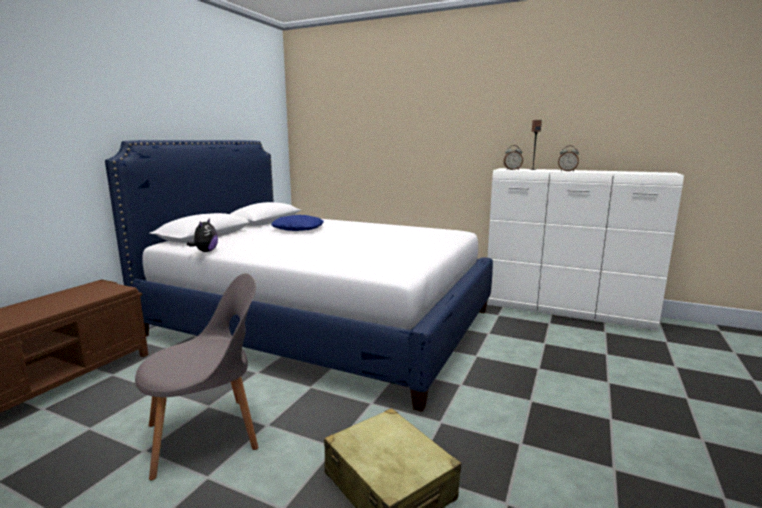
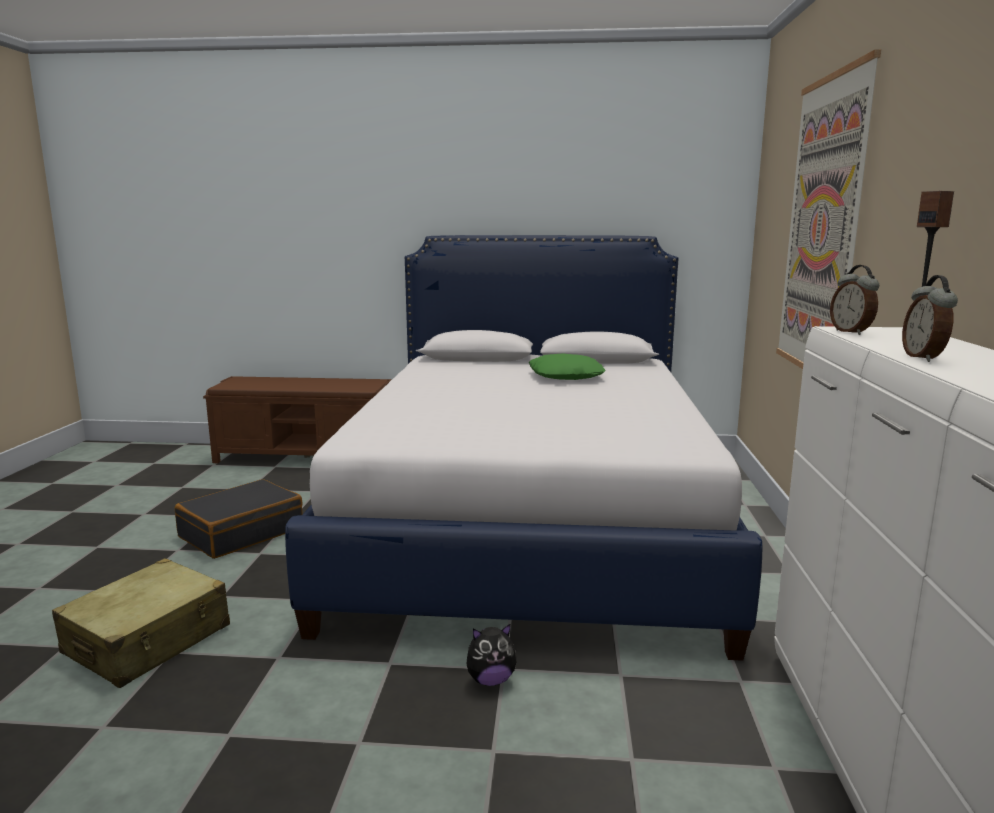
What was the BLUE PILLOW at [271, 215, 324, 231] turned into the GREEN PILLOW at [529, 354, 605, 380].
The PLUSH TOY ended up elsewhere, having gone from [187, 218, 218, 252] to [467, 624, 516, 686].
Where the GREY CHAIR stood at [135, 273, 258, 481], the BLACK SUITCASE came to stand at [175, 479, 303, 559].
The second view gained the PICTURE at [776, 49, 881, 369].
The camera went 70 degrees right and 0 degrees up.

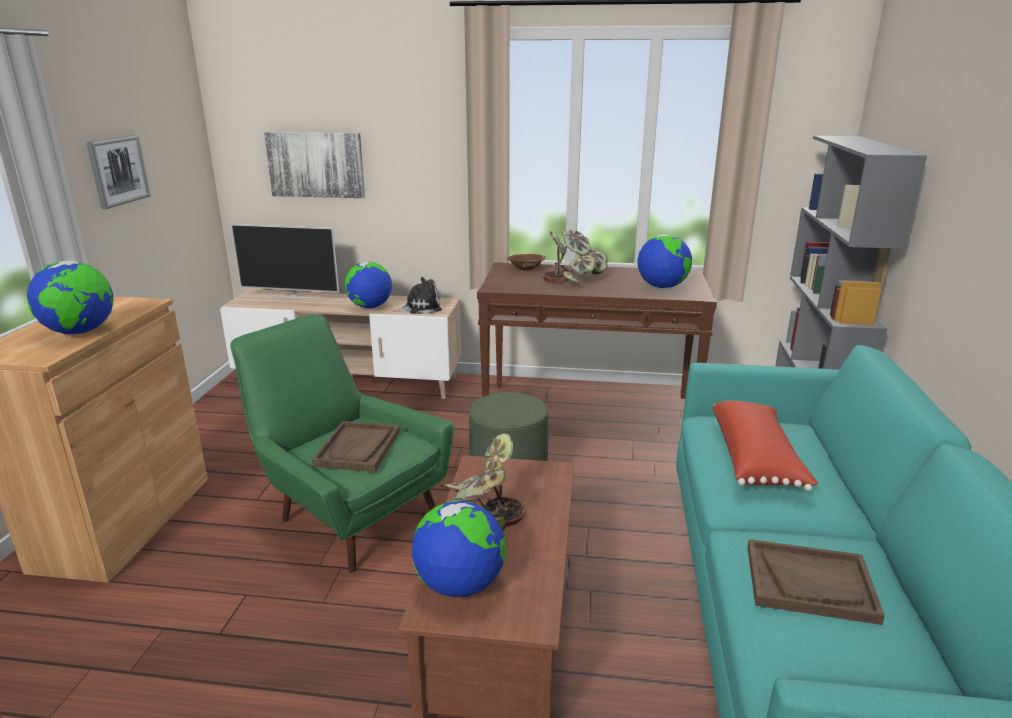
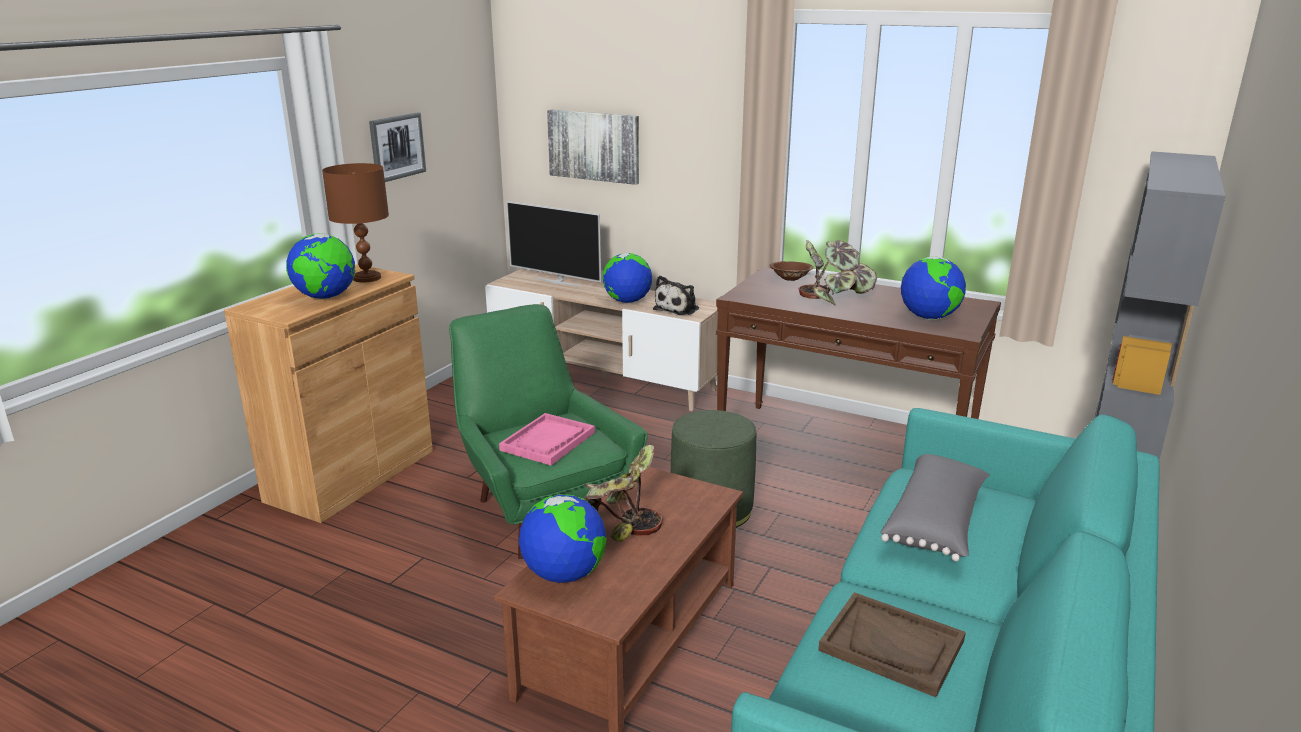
The PLUSH TOY at [393, 277, 442, 314] ended up facing another way, 120 degrees clockwise from before.
What was the RED PILLOW at [712, 401, 818, 491] turned into the GREY PILLOW at [880, 454, 989, 562].
What was the BROWN TRAY at [312, 421, 400, 472] turned into the PINK TRAY at [499, 413, 595, 465].
The second view gained the BROWN TABLE LAMP at [322, 163, 389, 282].
The camera went 20 degrees right and 0 degrees up.

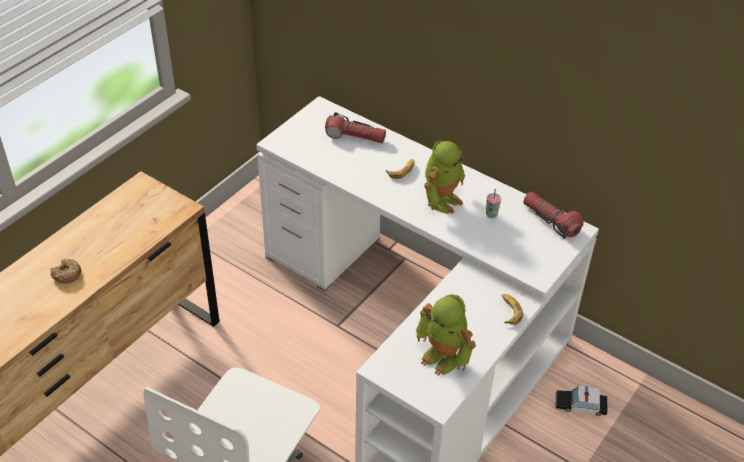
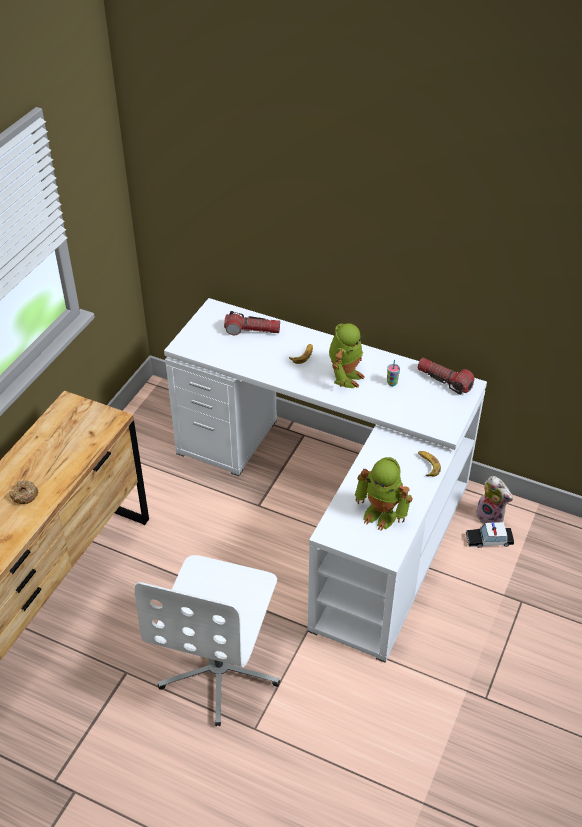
The second view gained the PLUSH TOY at [476, 476, 513, 524].
The camera went 10 degrees left and 0 degrees up.

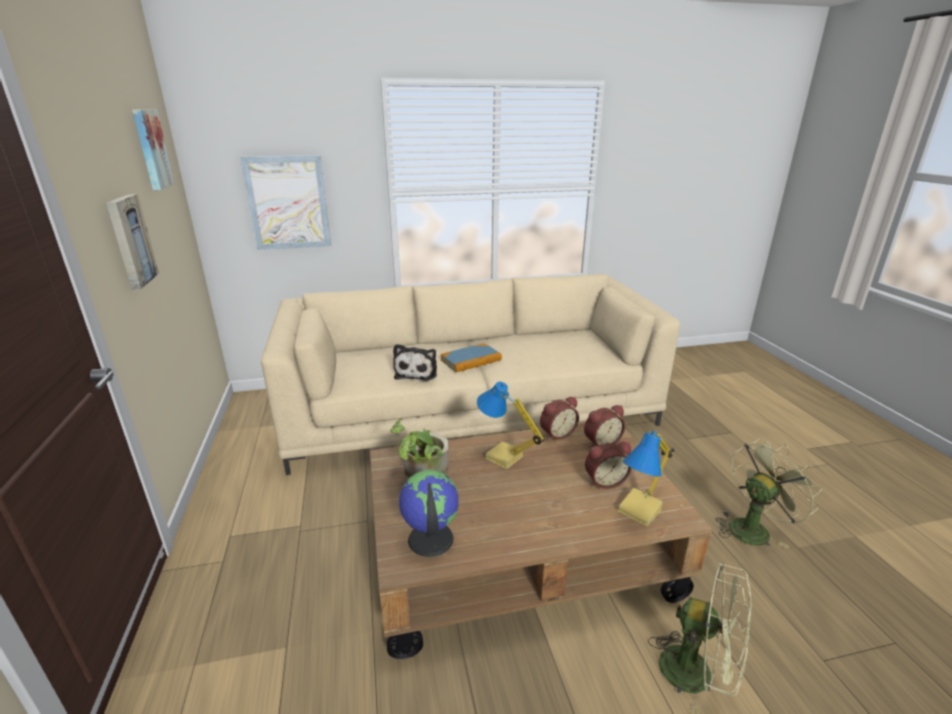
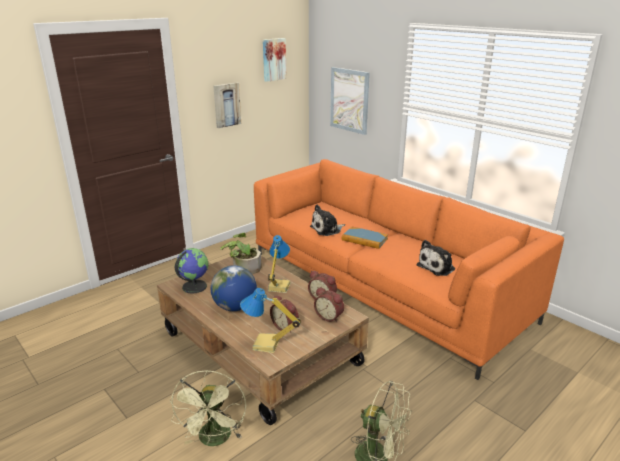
What was the BEIGE SOFA at [261, 274, 680, 475] turned into the ORANGE SOFA at [254, 159, 564, 380].
The second view gained the PLUSH TOY at [416, 240, 455, 276].
The second view gained the GLOBE at [211, 265, 257, 311].
The camera went 60 degrees right and 0 degrees up.

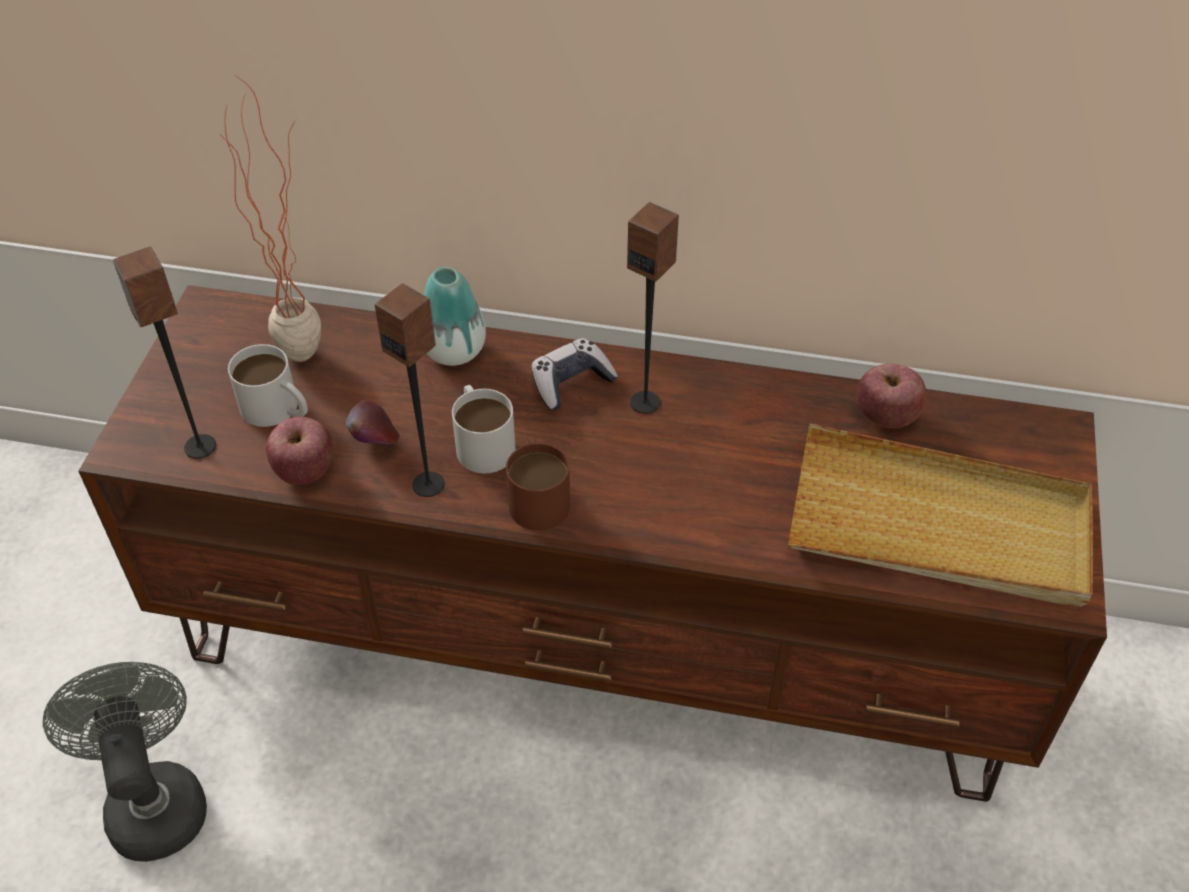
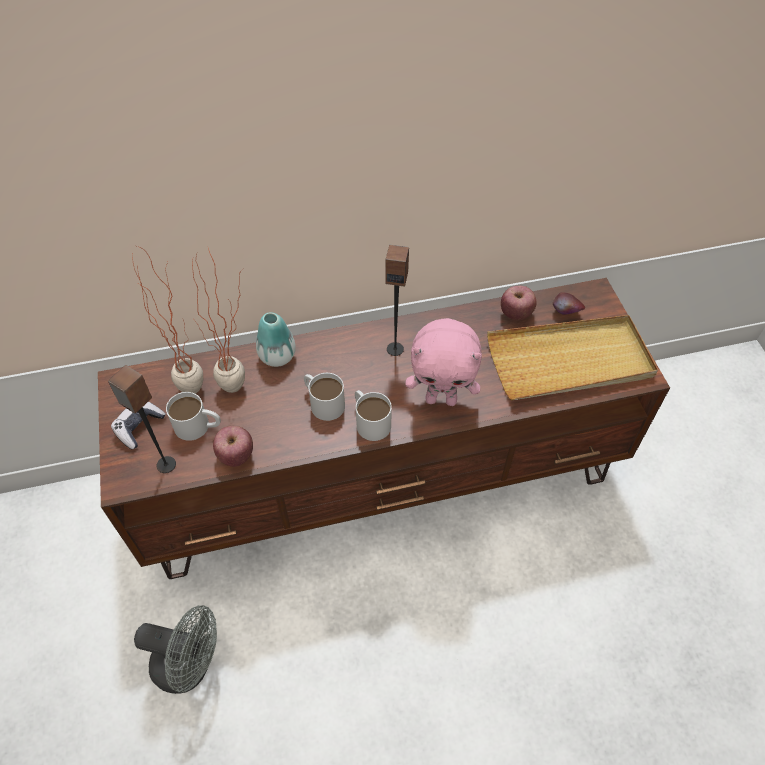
The second view lost the SPEAKER at [375, 283, 445, 497].
The GAME CONTROLLER ended up elsewhere, having gone from [532, 338, 618, 410] to [111, 402, 166, 449].
The APPLE ended up elsewhere, having gone from [346, 400, 399, 445] to [553, 292, 585, 315].
What was the BROWN MUG at [506, 436, 570, 531] turned into the WHITE MUG at [355, 390, 392, 441].
The GREY FAN at [43, 662, 207, 862] ended up facing another way, 150 degrees clockwise from before.
The second view gained the POTTED PLANT at [192, 248, 245, 393].
The second view gained the PINK PLUSH TOY at [405, 318, 482, 406].
The camera went 25 degrees left and 5 degrees up.

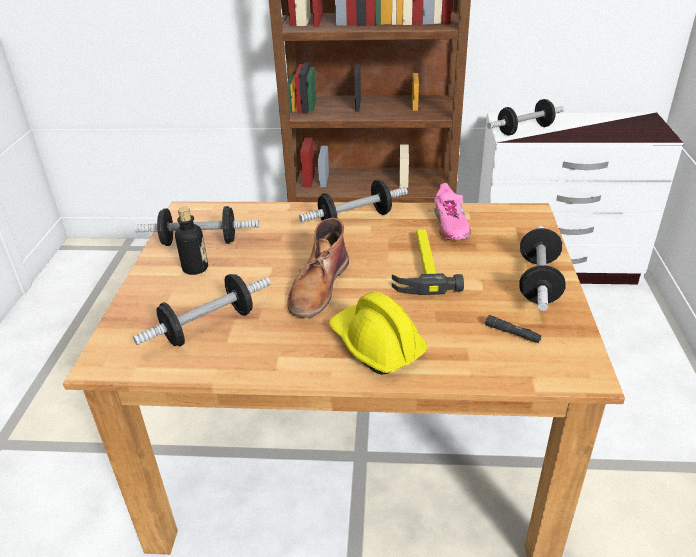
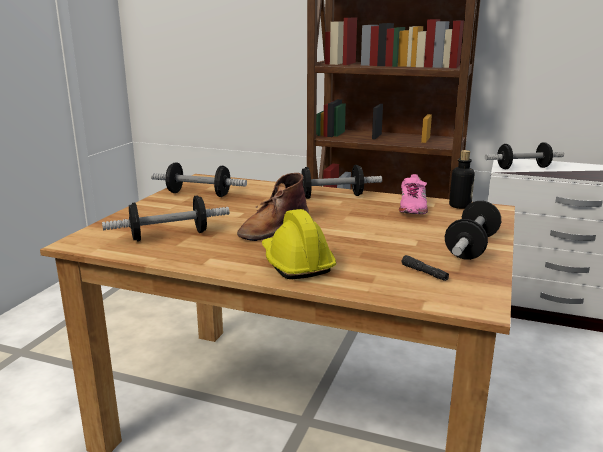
The BOTTLE ended up elsewhere, having gone from [175, 207, 208, 275] to [449, 150, 475, 209].
The second view lost the HAMMER at [392, 229, 464, 295].
The camera went 15 degrees right and 15 degrees down.

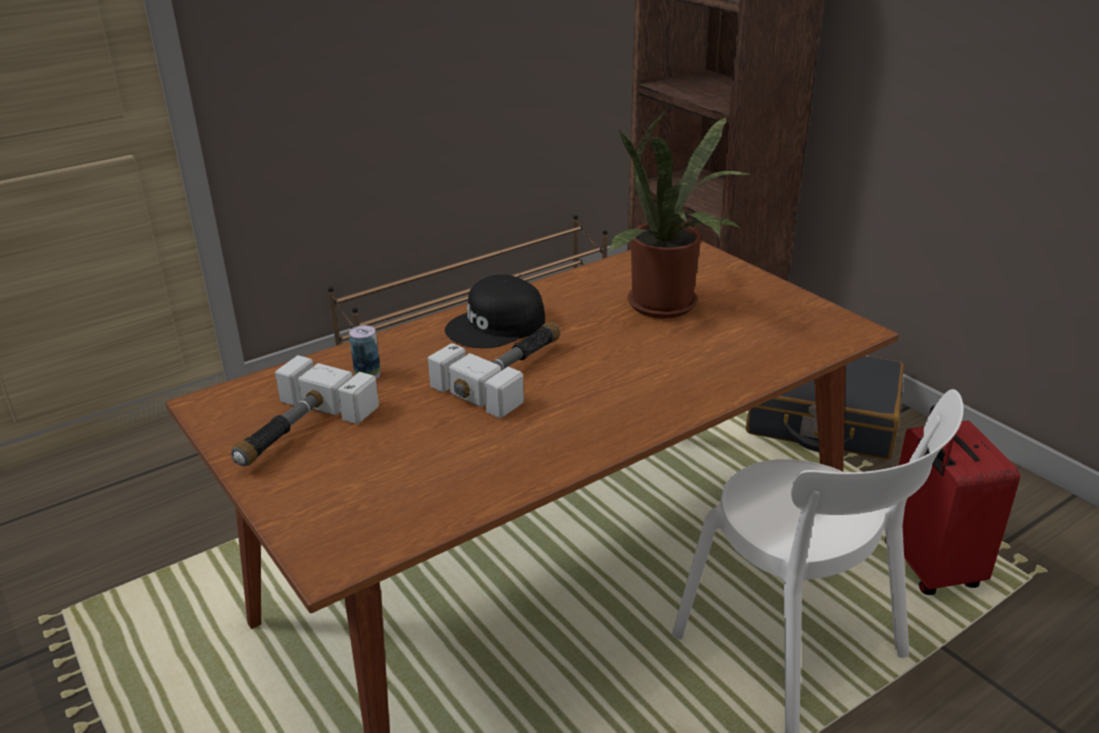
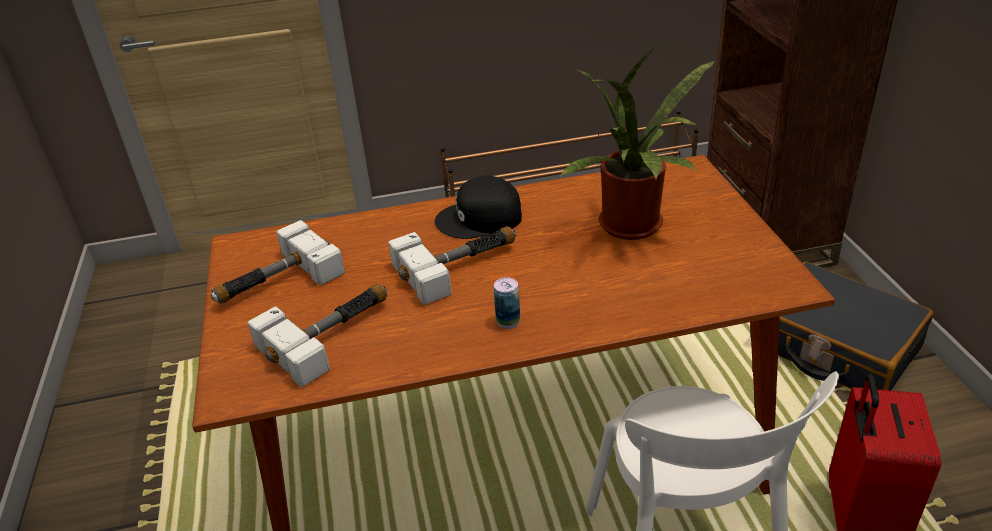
The CAN ended up elsewhere, having gone from [349, 325, 381, 379] to [494, 277, 520, 329].
The second view gained the HAMMER at [248, 284, 387, 387].
The camera went 25 degrees right and 5 degrees up.

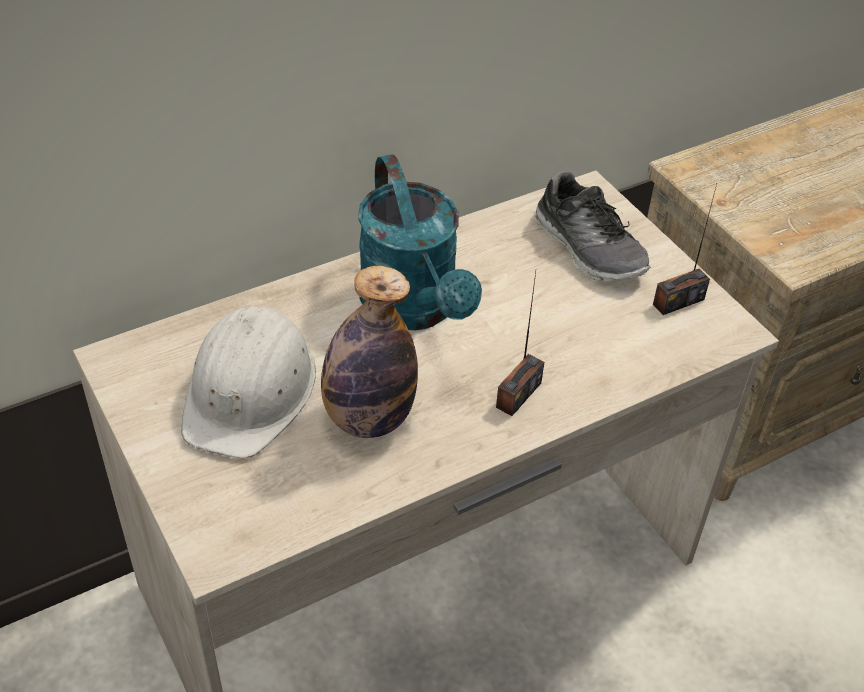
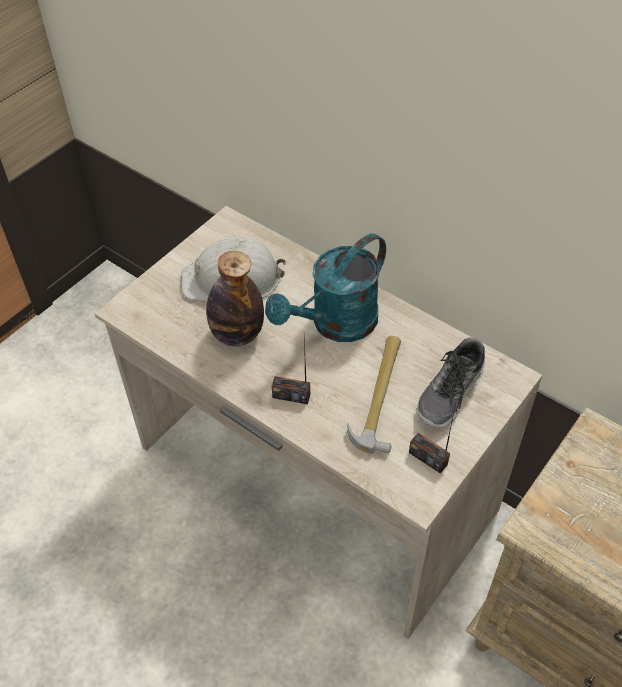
The second view gained the HAMMER at [347, 336, 401, 454].
The camera went 70 degrees right and 5 degrees up.

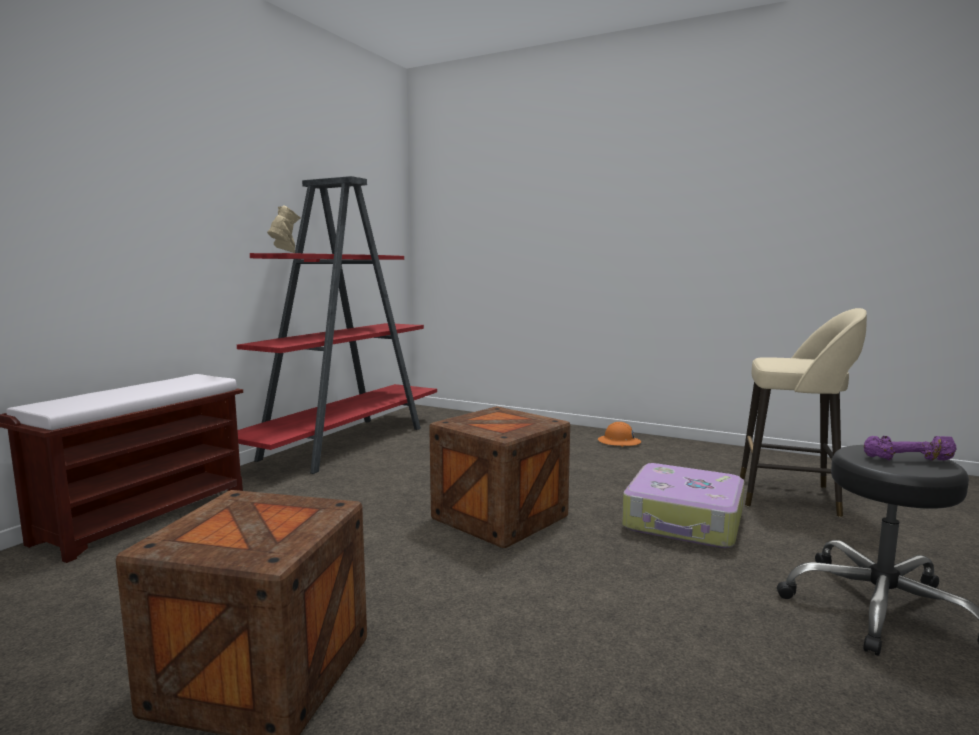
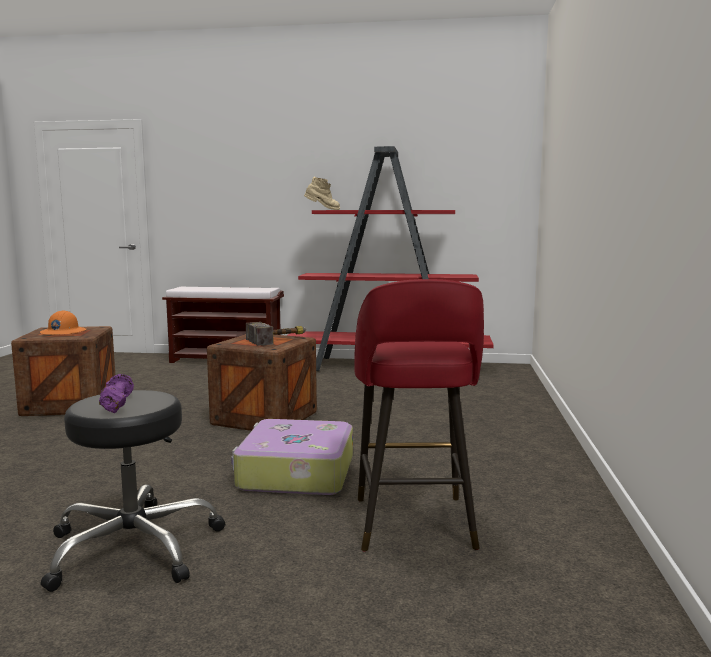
What was the BEIGE STOOL at [740, 308, 867, 517] turned into the RED STOOL at [354, 279, 484, 552].
The ORANGE HARD HAT ended up elsewhere, having gone from [598, 422, 641, 447] to [40, 310, 86, 335].
The second view gained the HAMMER at [246, 322, 306, 346].
The camera went 70 degrees right and 0 degrees up.

